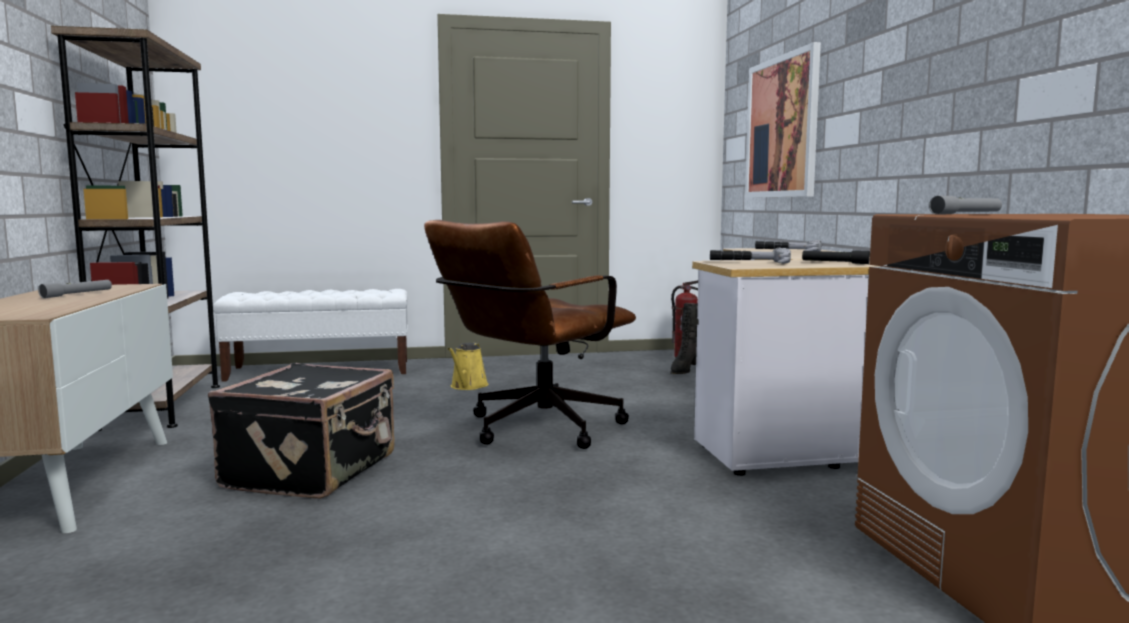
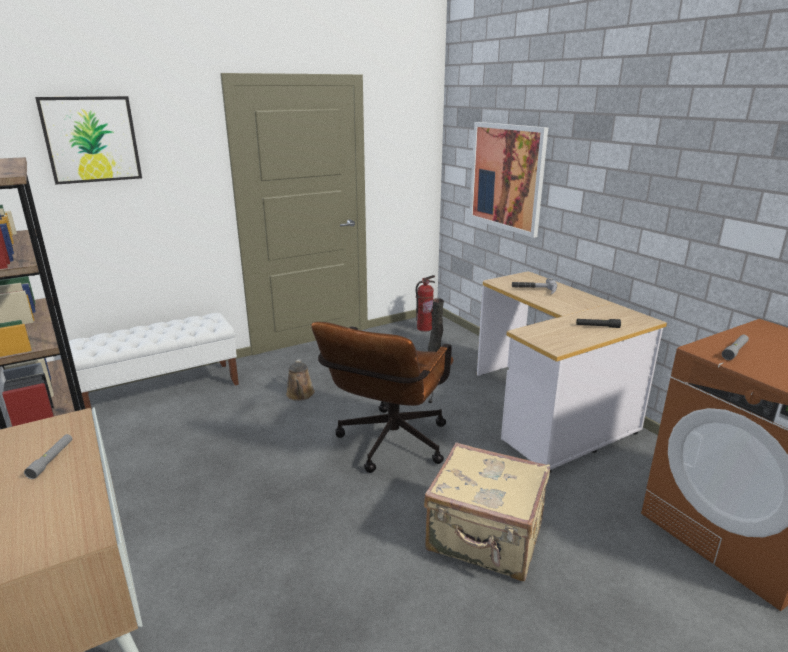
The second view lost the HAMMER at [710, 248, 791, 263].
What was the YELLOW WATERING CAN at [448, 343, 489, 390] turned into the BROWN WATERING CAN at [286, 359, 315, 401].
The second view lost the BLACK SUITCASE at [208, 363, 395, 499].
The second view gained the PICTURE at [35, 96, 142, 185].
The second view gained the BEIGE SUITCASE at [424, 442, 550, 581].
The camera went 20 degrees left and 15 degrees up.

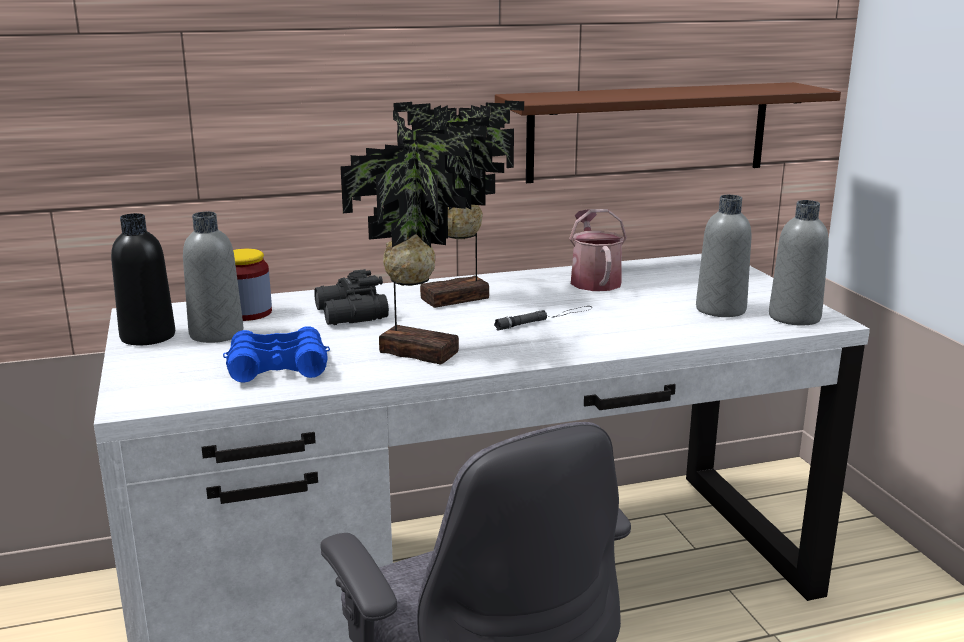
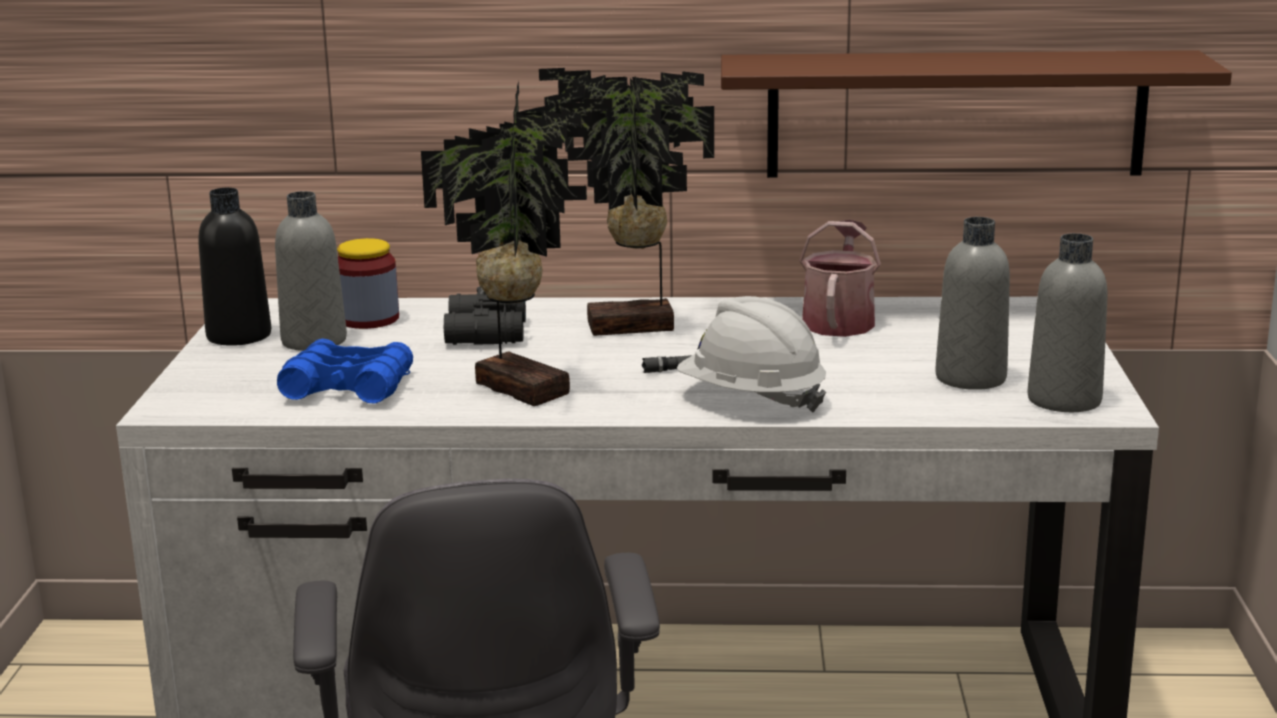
The second view gained the WHITE HARD HAT at [677, 296, 826, 413].
The camera went 20 degrees right and 0 degrees up.

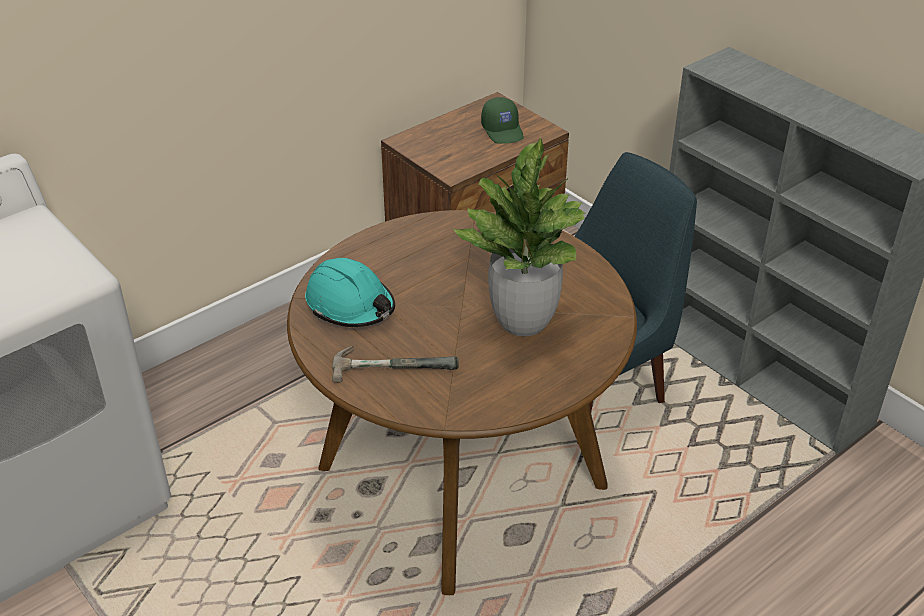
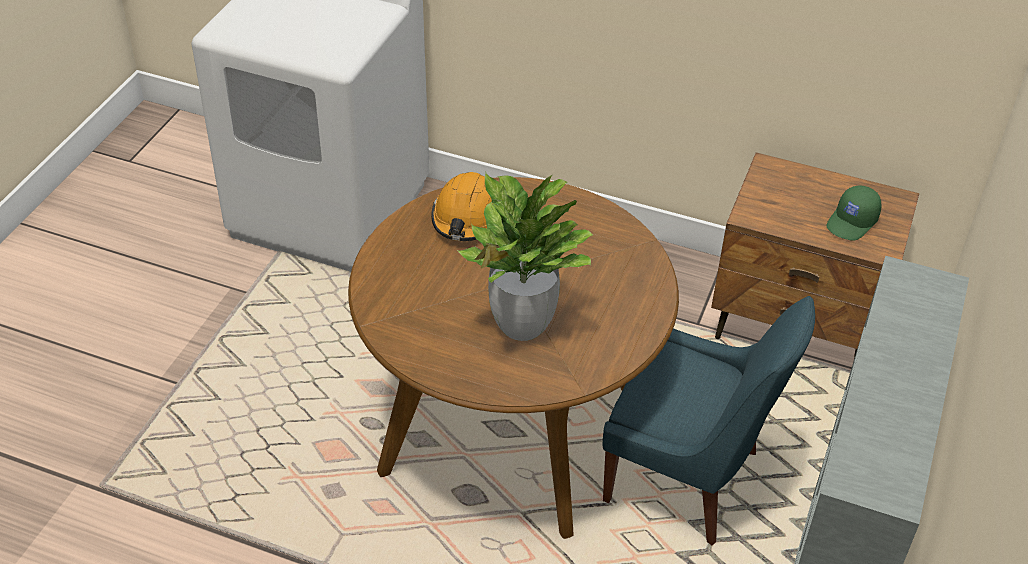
What was the TURQUOISE HARD HAT at [305, 258, 395, 327] turned into the ORANGE HARD HAT at [431, 172, 492, 241].
The second view lost the HAMMER at [332, 346, 459, 383].
The camera went 60 degrees right and 5 degrees up.

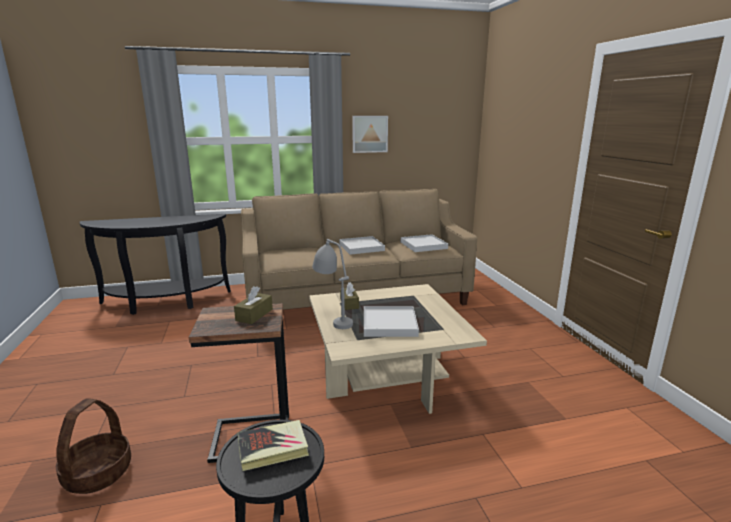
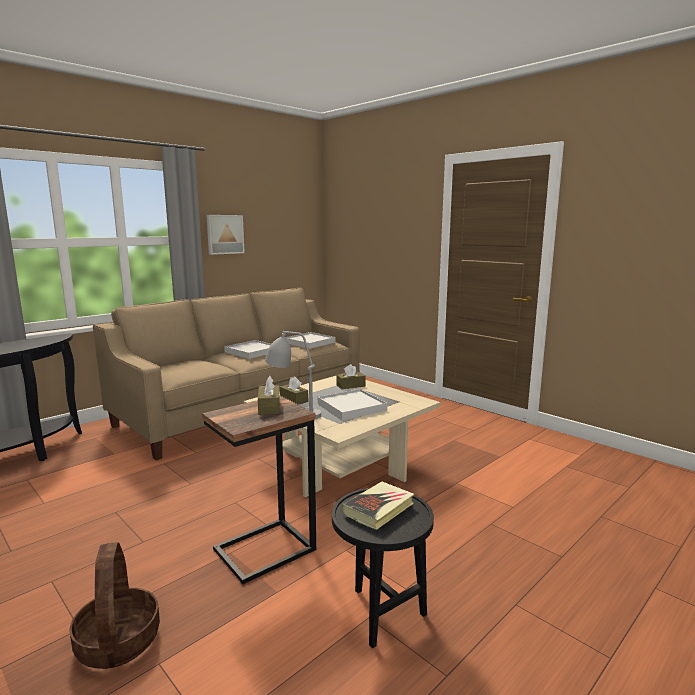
The second view gained the BROWN TISSUE BOX at [337, 364, 366, 389].
The camera went 30 degrees left and 5 degrees down.

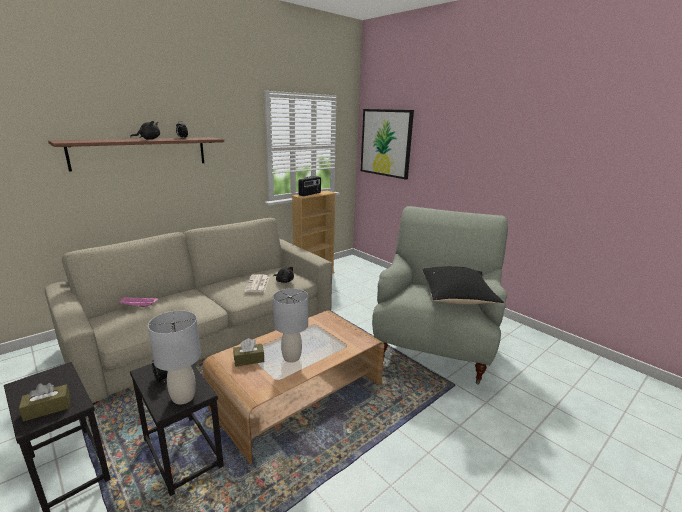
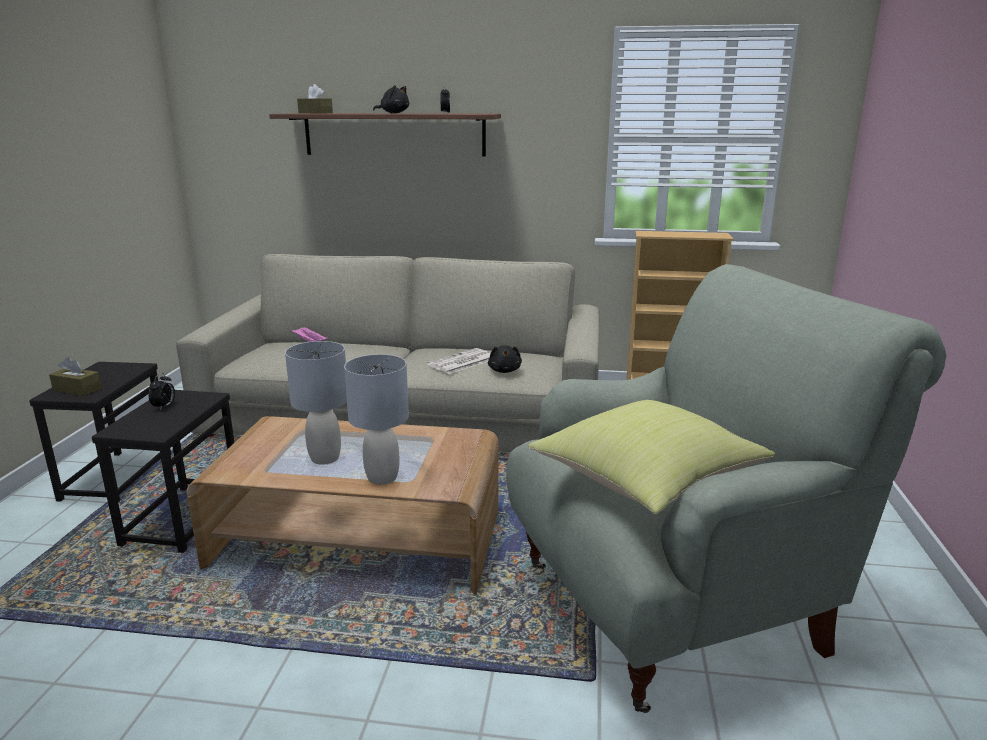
The second view lost the PICTURE at [361, 109, 414, 180].
The second view lost the RADIO at [298, 176, 321, 196].
What was the BLACK PILLOW at [422, 266, 504, 305] turned into the YELLOW PILLOW at [528, 400, 775, 514].
The GREY TABLE LAMP ended up elsewhere, having gone from [148, 310, 201, 405] to [344, 354, 409, 485].
The BROWN TISSUE BOX ended up elsewhere, having gone from [234, 338, 264, 367] to [297, 84, 333, 113].
The camera went 50 degrees right and 0 degrees up.

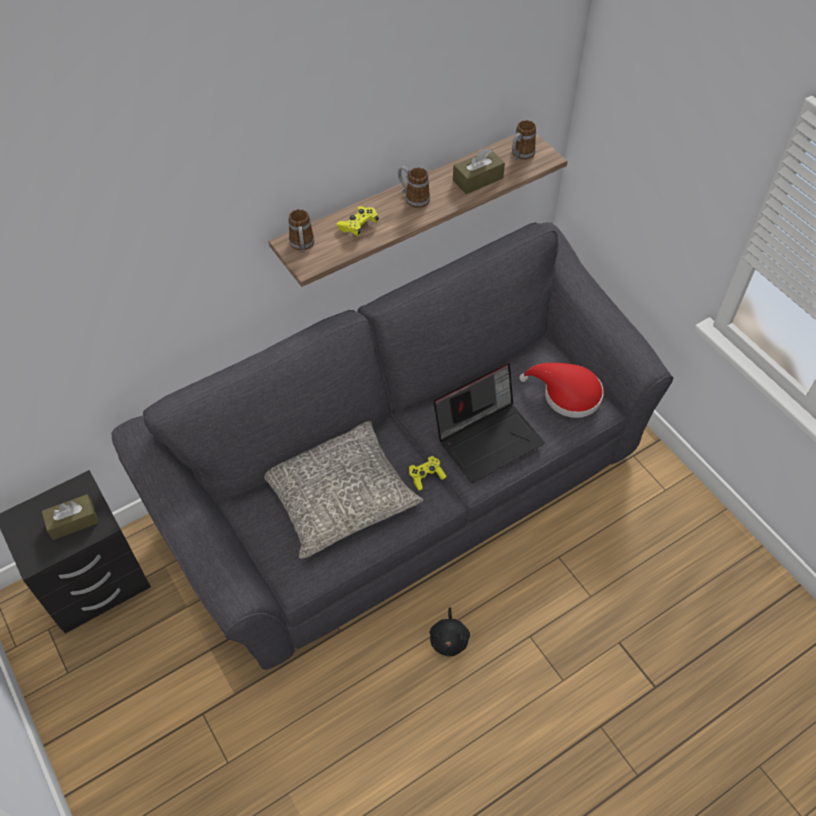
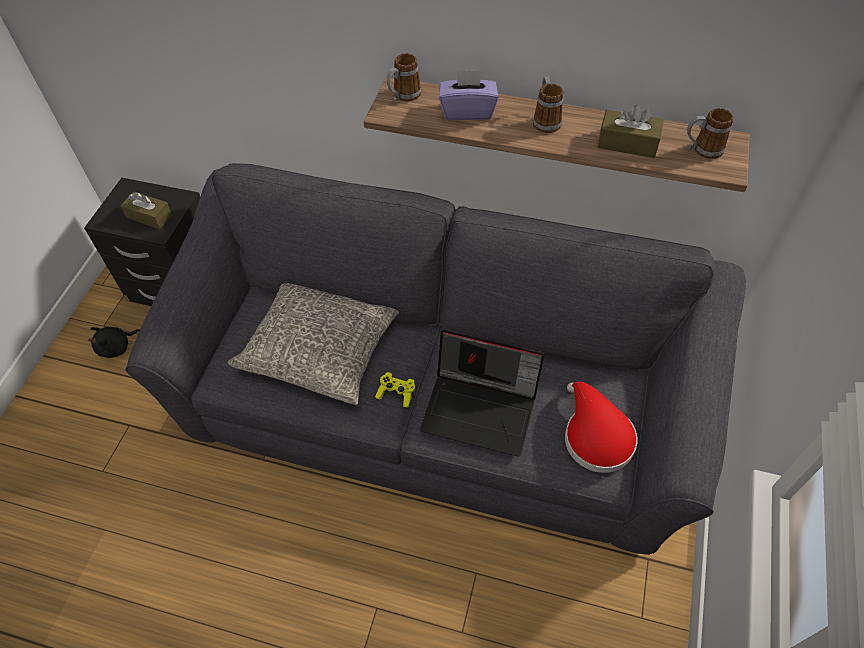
Where the YELLOW GAME CONTROLLER stood at [337, 206, 379, 237], the PURPLE TISSUE BOX came to stand at [439, 69, 499, 120].
The BLACK PLUSH TOY ended up elsewhere, having gone from [430, 607, 470, 656] to [88, 327, 140, 358].
The camera went 50 degrees right and 0 degrees up.

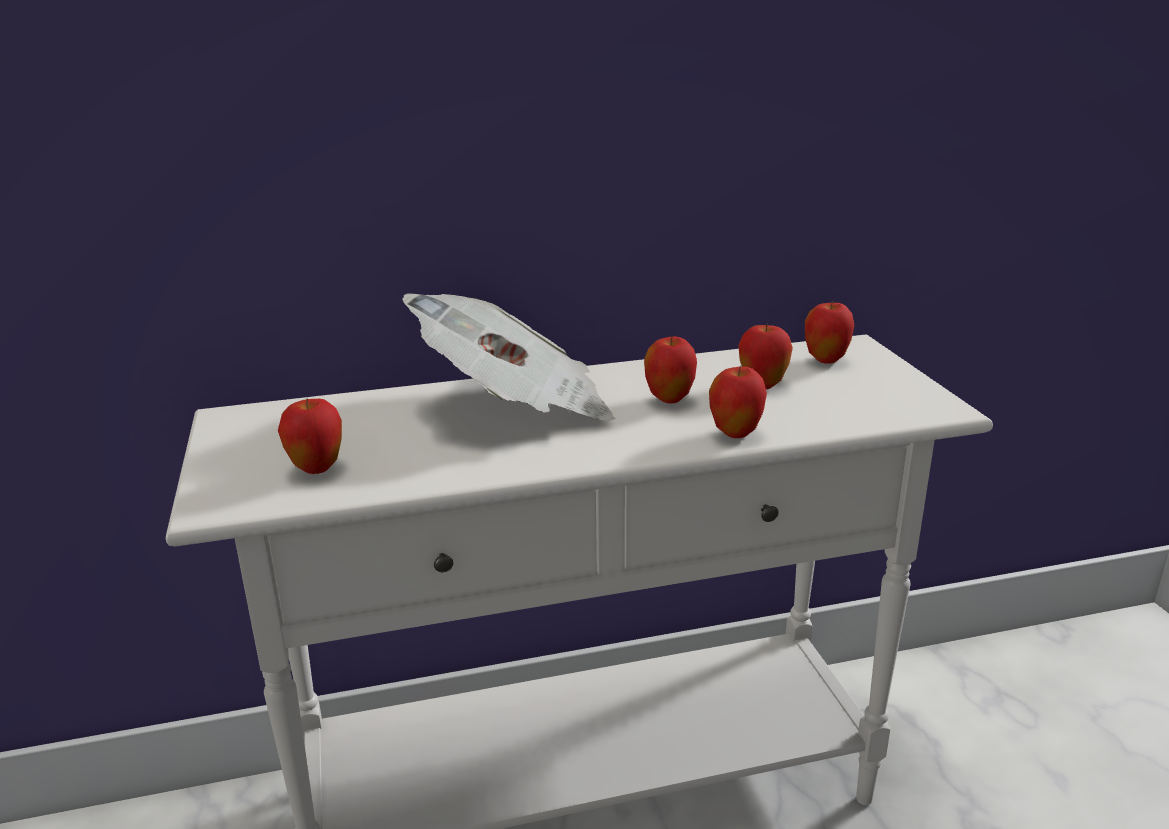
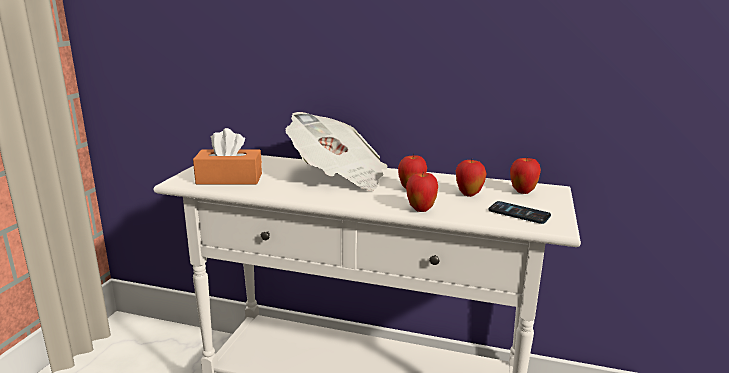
Where the APPLE stood at [278, 398, 342, 474], the ORANGE TISSUE BOX came to stand at [193, 128, 262, 185].
The second view gained the PHONE at [489, 201, 551, 224].
The camera went 30 degrees right and 5 degrees down.

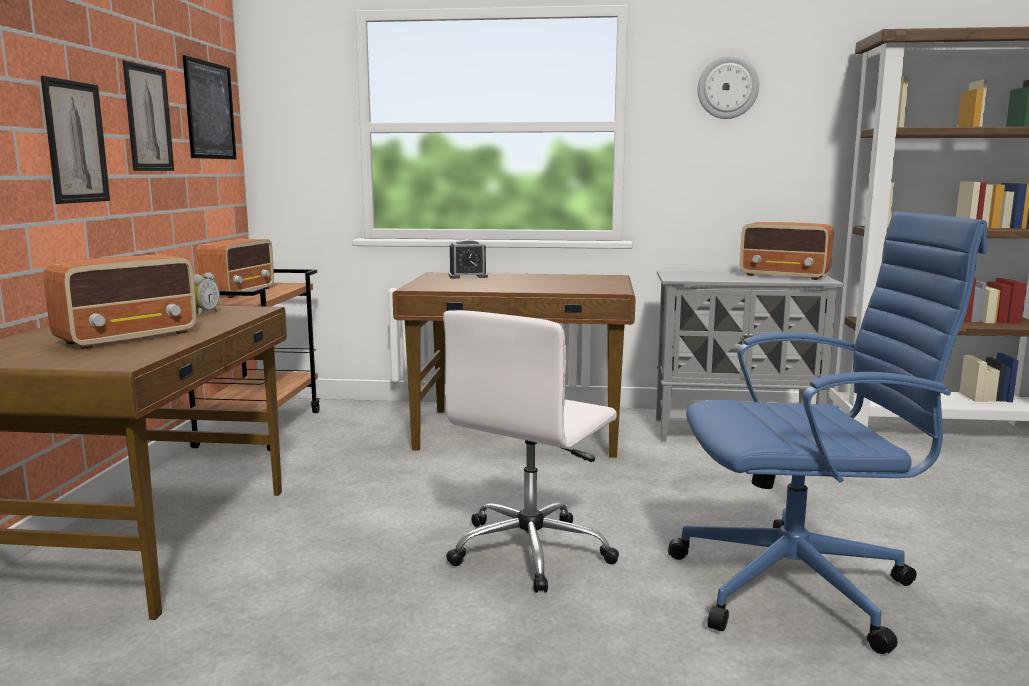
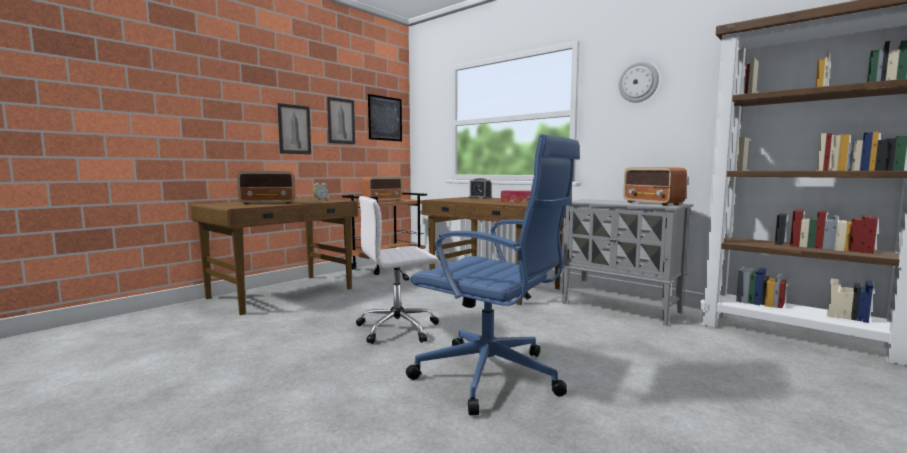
The second view gained the TISSUE BOX at [501, 190, 531, 203].
The camera went 35 degrees right and 5 degrees down.

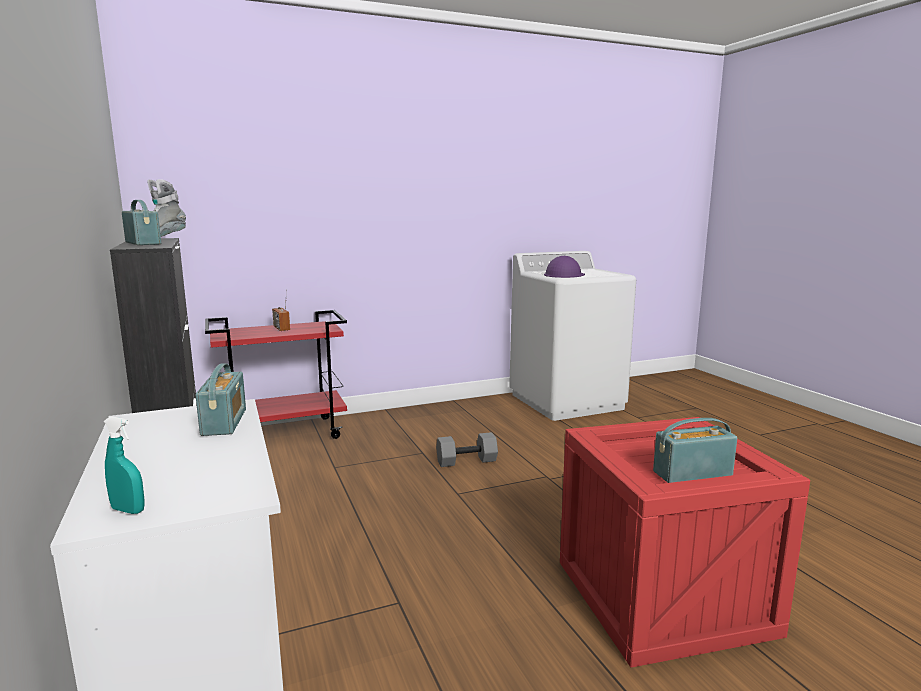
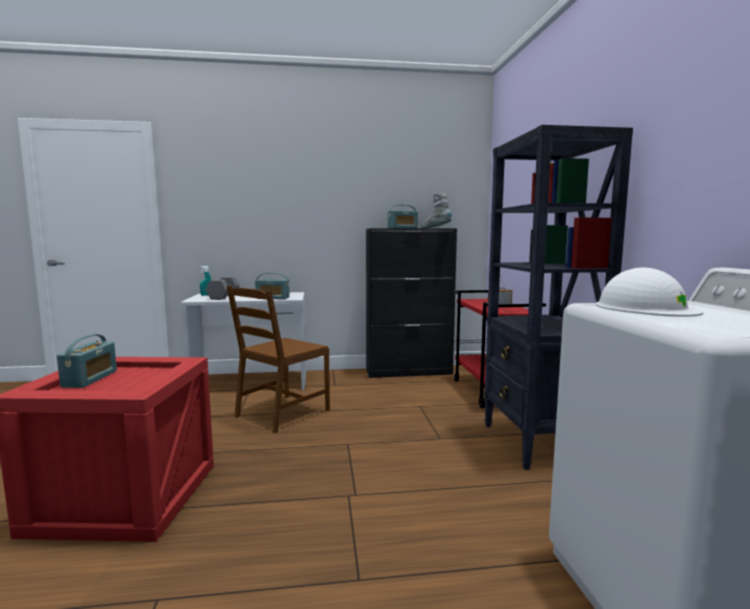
What was the PURPLE HARD HAT at [544, 256, 585, 278] turned into the WHITE HARD HAT at [596, 267, 704, 317].
The GREY DUMBBELL ended up elsewhere, having gone from [436, 432, 498, 467] to [206, 277, 240, 300].
The second view gained the BLACK BOOKCASE at [484, 125, 633, 470].
The second view gained the BROWN CHAIR at [227, 286, 330, 433].
The camera went 105 degrees right and 5 degrees down.

